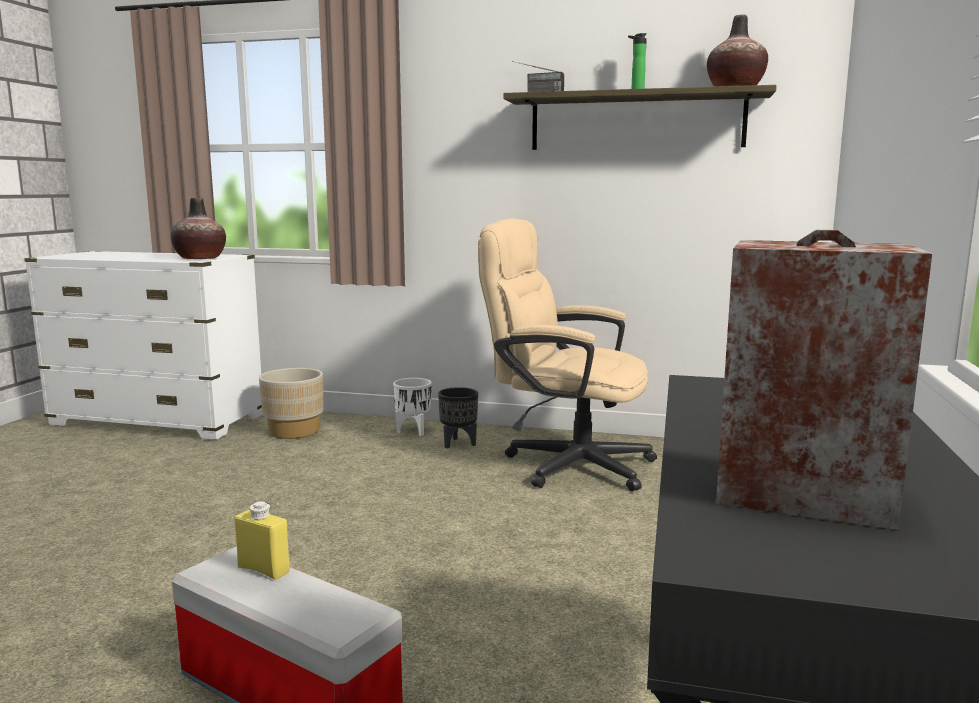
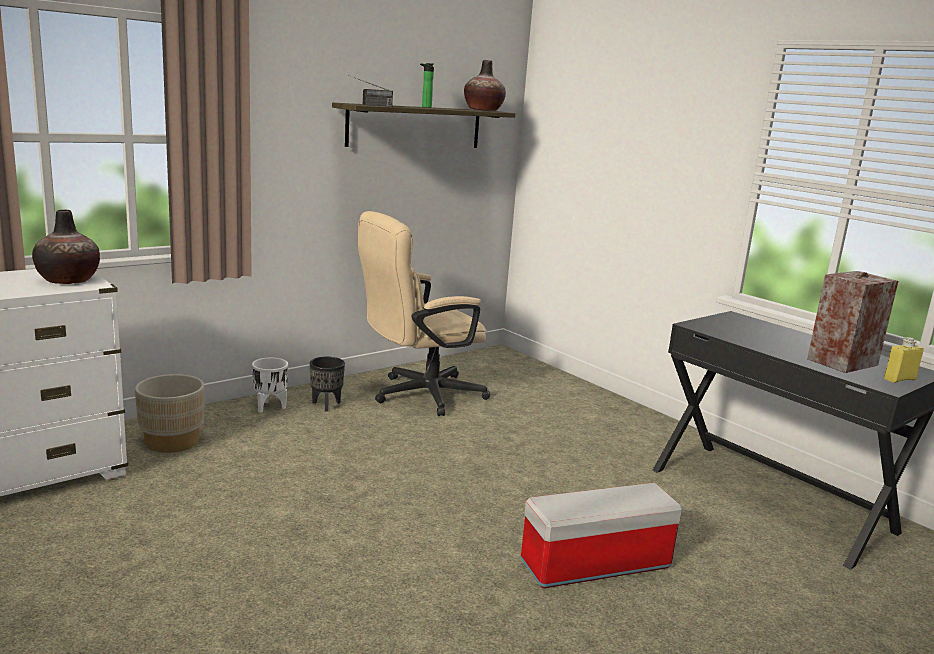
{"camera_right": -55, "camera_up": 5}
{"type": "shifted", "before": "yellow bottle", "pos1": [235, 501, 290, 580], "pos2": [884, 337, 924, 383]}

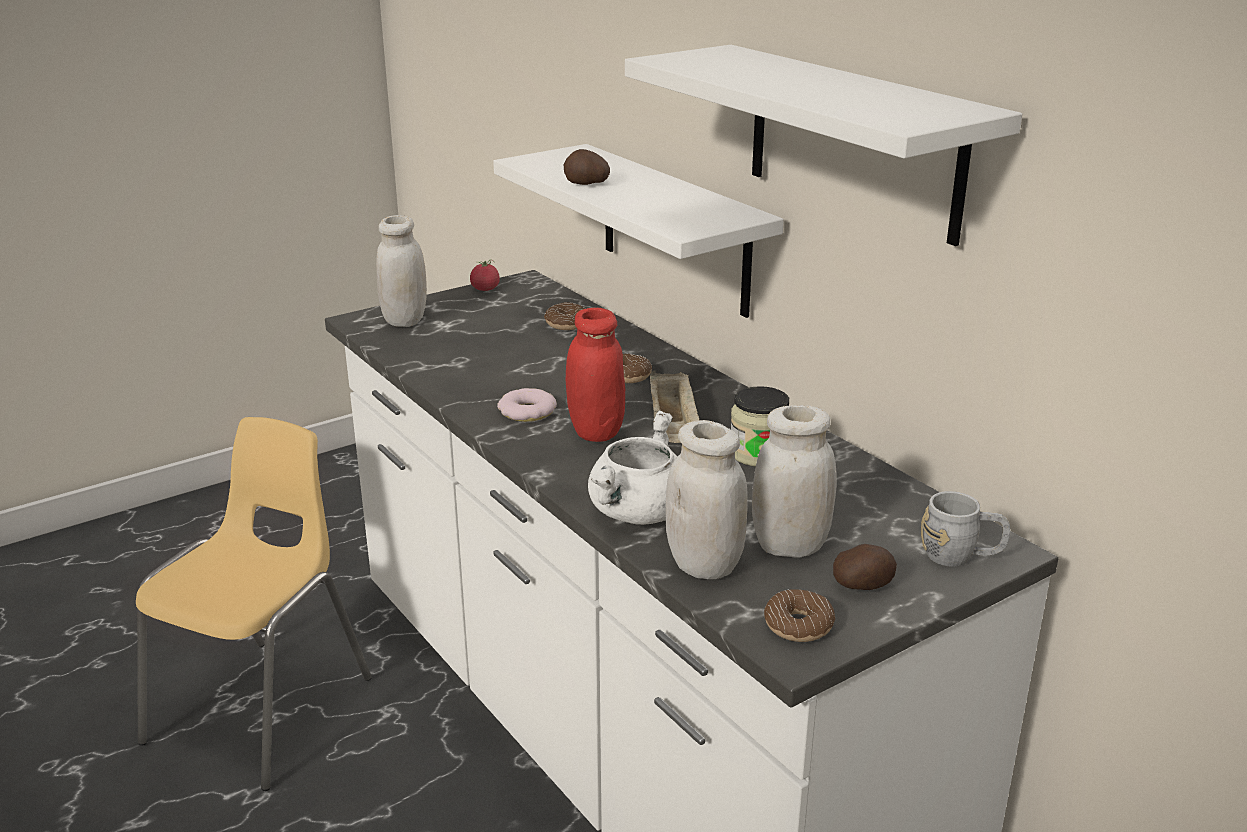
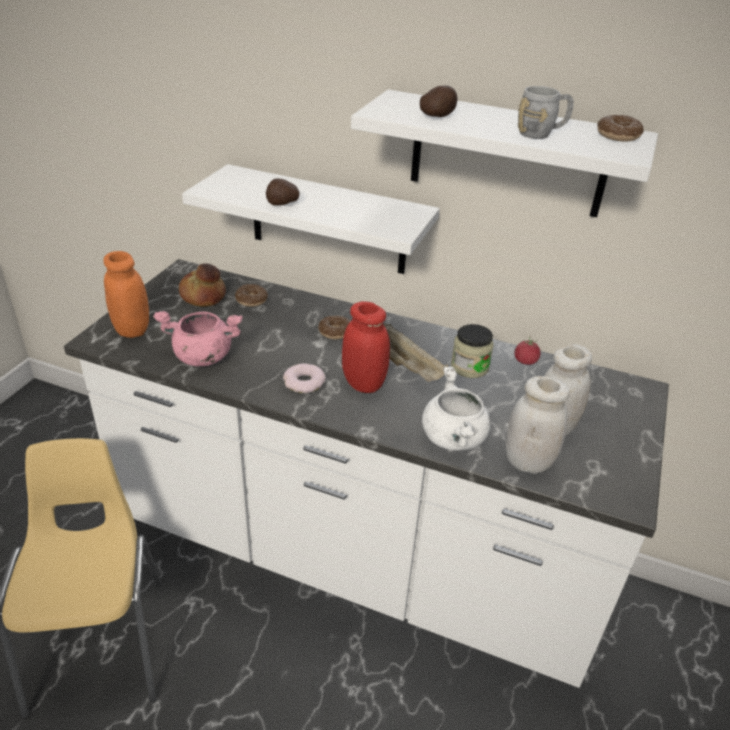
{"camera_right": -35, "camera_up": 10}
{"type": "repainted", "before": "white jar", "after": "orange jar", "pos1": [376, 215, 427, 327], "pos2": [104, 251, 149, 338]}
{"type": "new", "after": "pink cooking pot", "pos2": [153, 311, 243, 366]}
{"type": "new", "after": "bread", "pos2": [179, 264, 226, 307]}
{"type": "shifted", "before": "potato", "pos1": [833, 544, 897, 590], "pos2": [420, 85, 458, 117]}
{"type": "shifted", "before": "tomato", "pos1": [470, 259, 500, 291], "pos2": [515, 337, 541, 365]}
{"type": "shifted", "before": "grey mug", "pos1": [921, 491, 1011, 567], "pos2": [518, 86, 574, 139]}
{"type": "shifted", "before": "donut", "pos1": [764, 589, 835, 642], "pos2": [597, 115, 644, 142]}

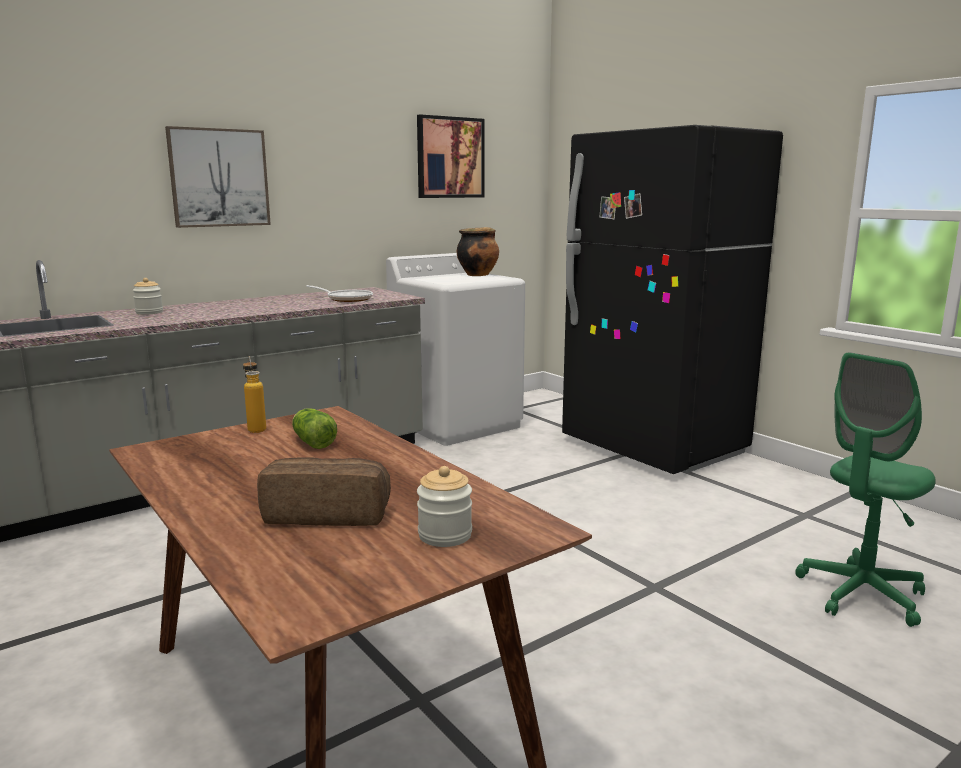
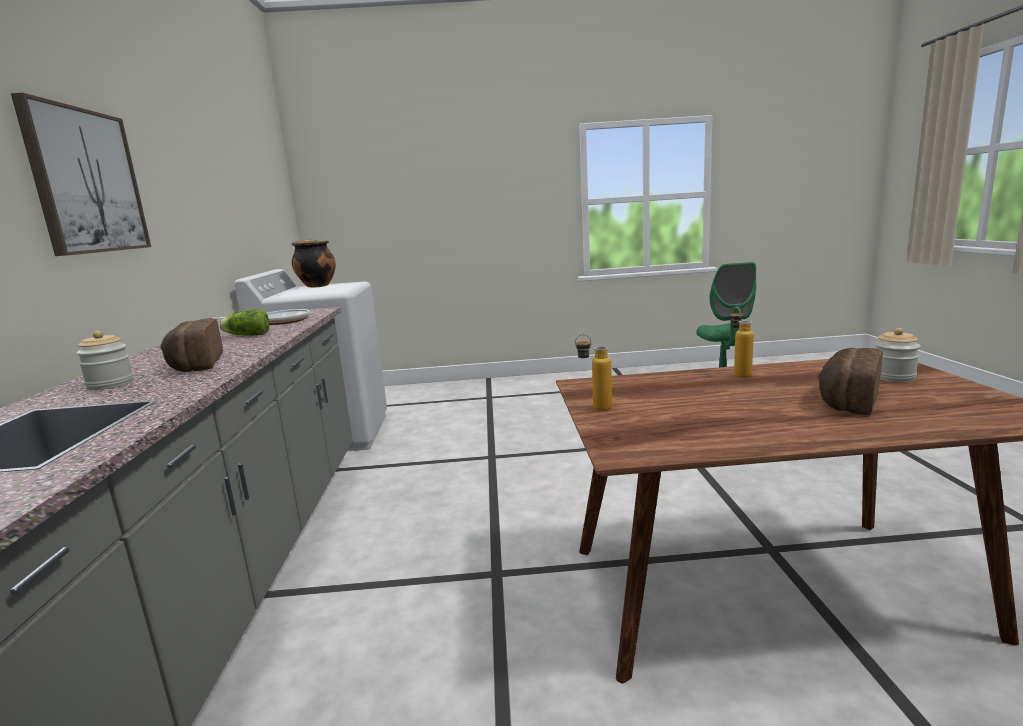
{"camera_right": -55, "camera_up": 0}
{"type": "new", "after": "bread", "pos2": [160, 318, 223, 372]}
{"type": "shifted", "before": "lettuce", "pos1": [292, 409, 337, 449], "pos2": [219, 309, 269, 336]}
{"type": "new", "after": "bottle", "pos2": [730, 307, 754, 378]}
{"type": "gone", "before": "picture", "pos1": [417, 114, 485, 198]}
{"type": "gone", "before": "black fridge", "pos1": [562, 125, 783, 474]}

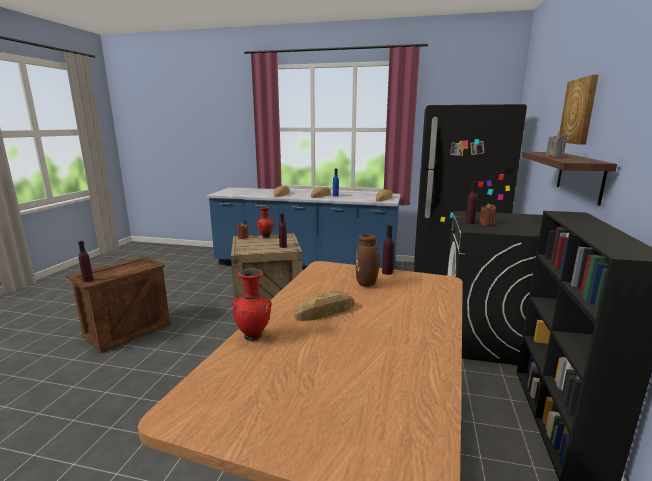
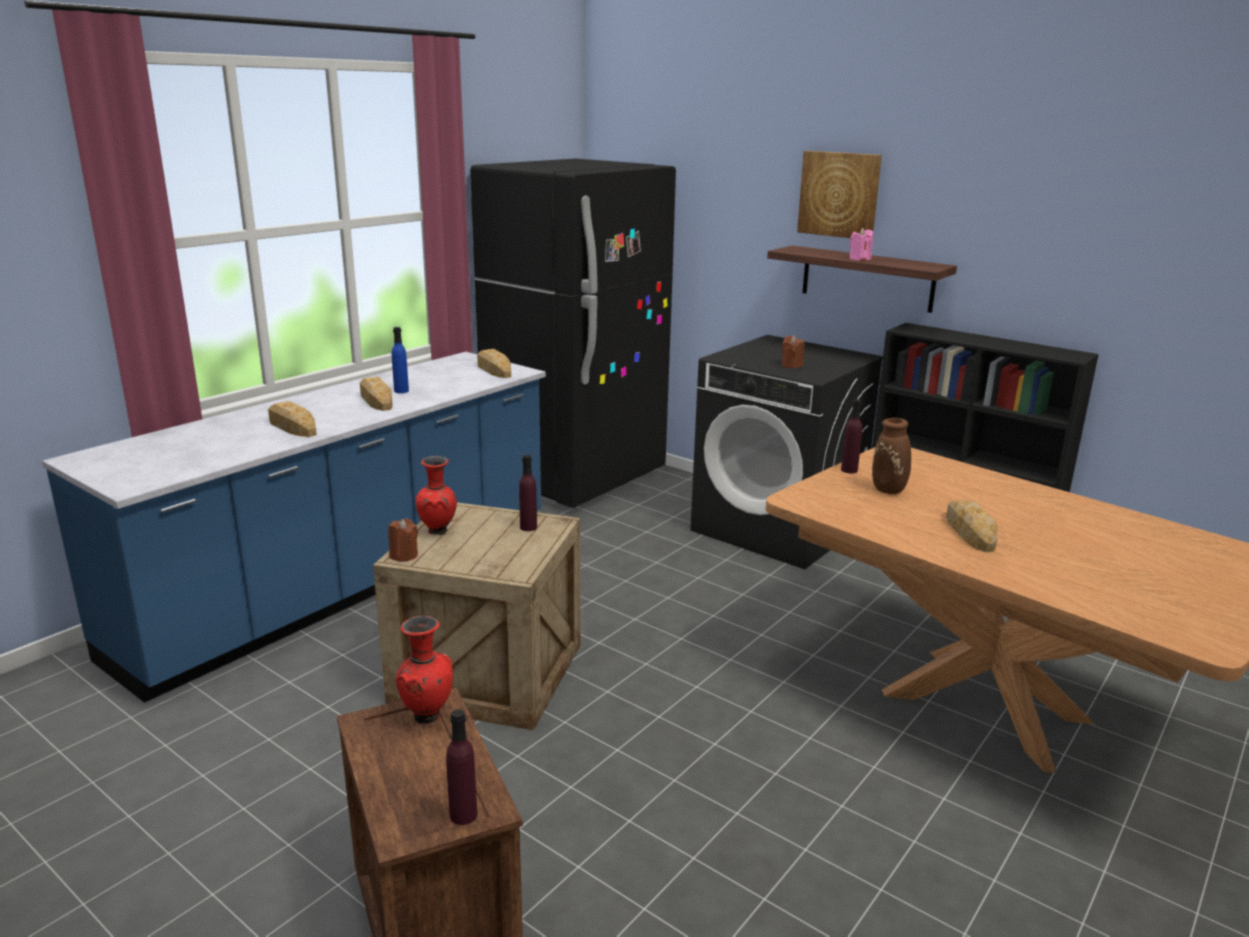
{"camera_right": -65, "camera_up": 5}
{"type": "shifted", "before": "red vase", "pos1": [232, 268, 271, 342], "pos2": [396, 616, 453, 724]}
{"type": "repainted", "before": "grey candle", "after": "pink candle", "pos1": [546, 132, 567, 157], "pos2": [850, 228, 873, 260]}
{"type": "gone", "before": "purple bottle", "pos1": [465, 181, 478, 224]}

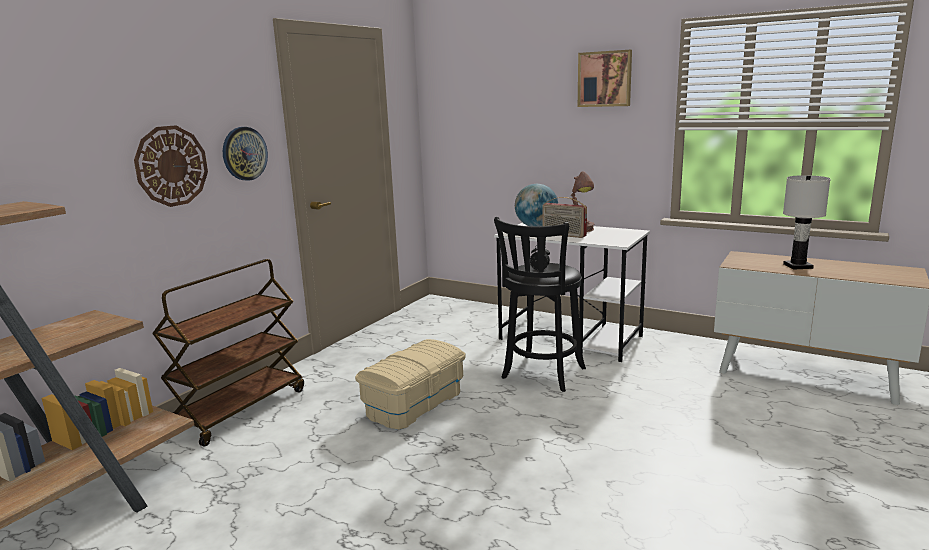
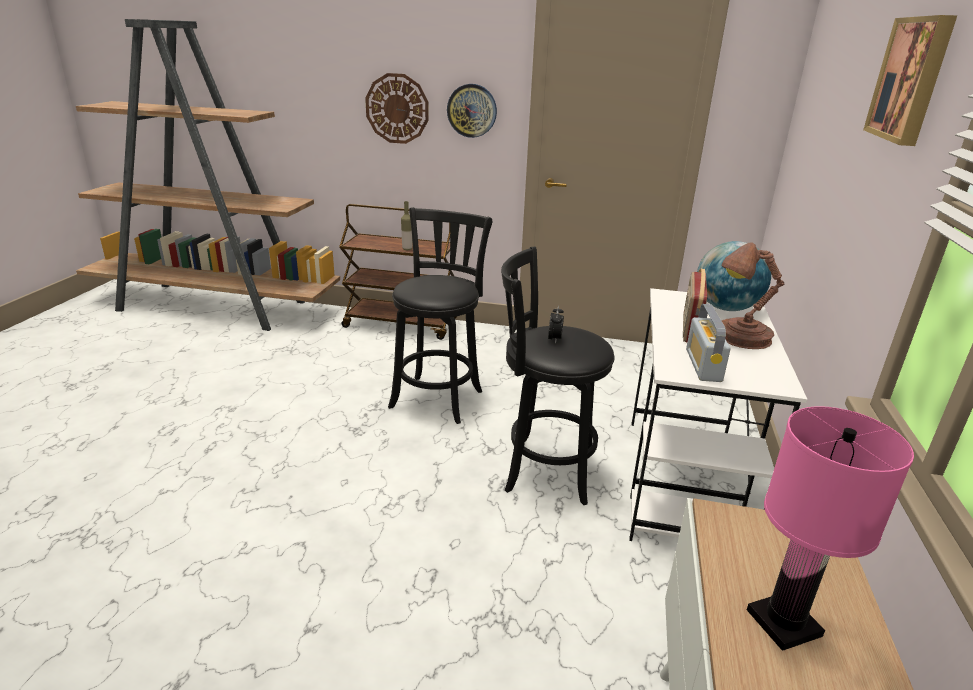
{"camera_right": 70, "camera_up": 10}
{"type": "swapped", "before": "beige storage box", "after": "black stool", "pos1": [355, 339, 466, 430], "pos2": [388, 207, 492, 424]}
{"type": "new", "after": "bottle", "pos2": [401, 201, 412, 250]}
{"type": "new", "after": "radio", "pos2": [686, 304, 730, 382]}
{"type": "repainted", "before": "white table lamp", "after": "pink table lamp", "pos1": [783, 175, 831, 270], "pos2": [747, 406, 914, 651]}

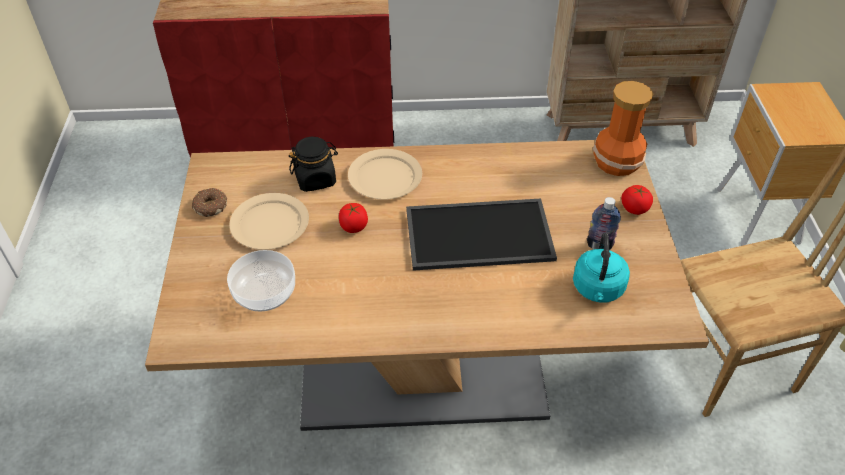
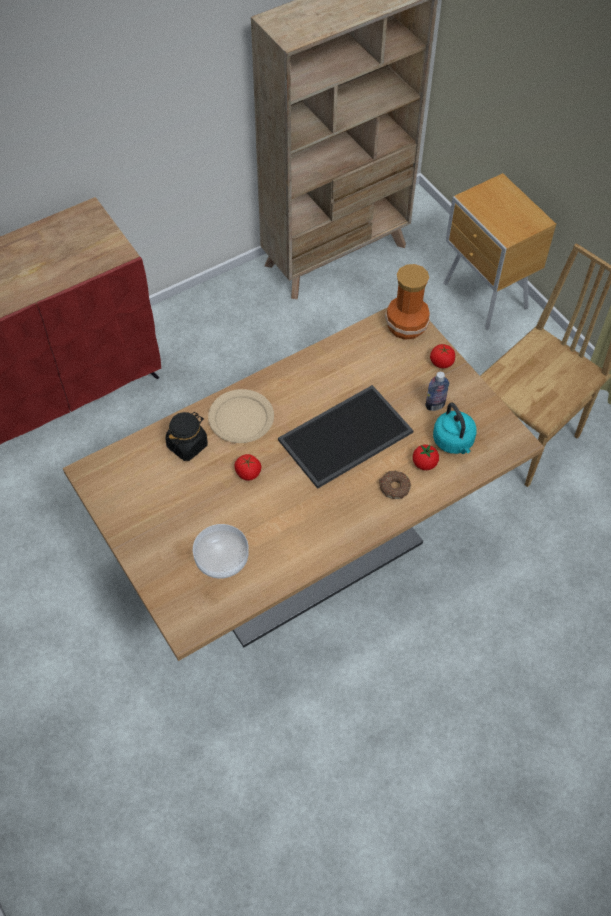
{"camera_right": -30, "camera_up": 10}
{"type": "shifted", "before": "donut", "pos1": [192, 188, 227, 217], "pos2": [379, 470, 411, 499]}
{"type": "new", "after": "tomato", "pos2": [413, 445, 439, 470]}
{"type": "gone", "before": "beige plate", "pos1": [229, 193, 309, 250]}

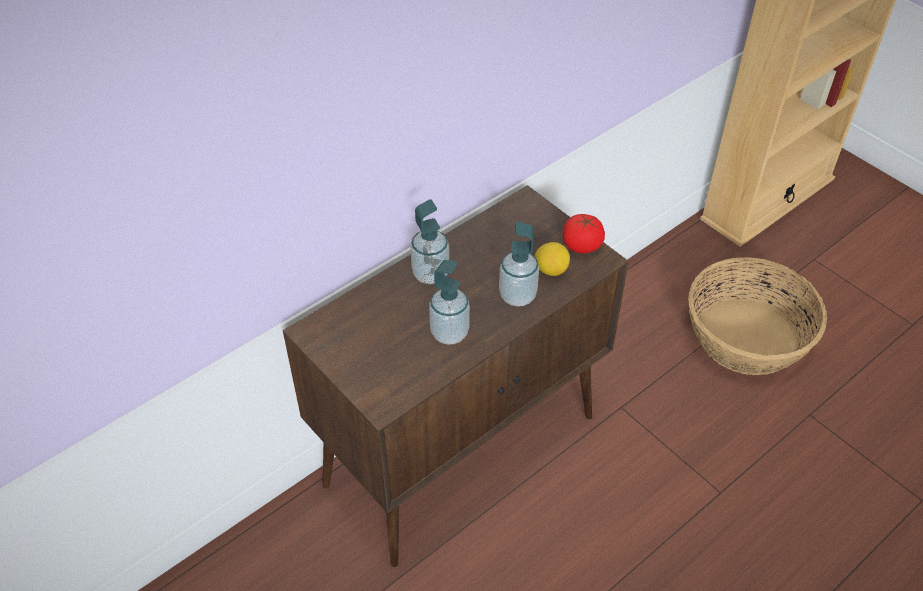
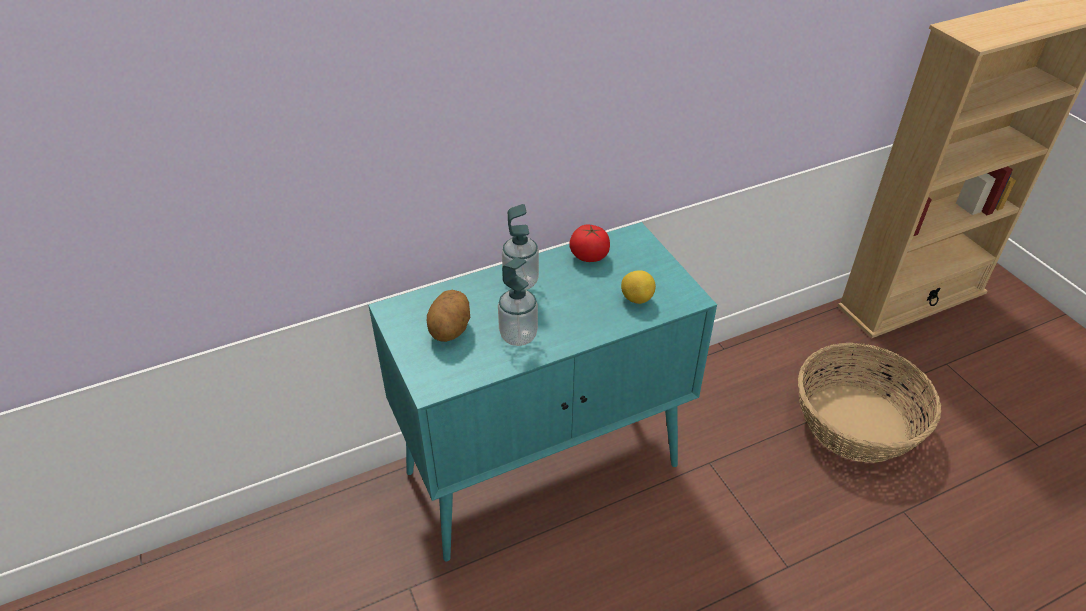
{"camera_right": 15, "camera_up": -5}
{"type": "repainted", "before": "brown cabinet", "after": "turquoise cabinet", "pos1": [283, 185, 629, 567], "pos2": [368, 222, 717, 561]}
{"type": "new", "after": "potato", "pos2": [427, 290, 470, 342]}
{"type": "shifted", "before": "tomato", "pos1": [563, 214, 605, 254], "pos2": [569, 224, 610, 262]}
{"type": "gone", "before": "soap dispenser", "pos1": [499, 222, 539, 307]}

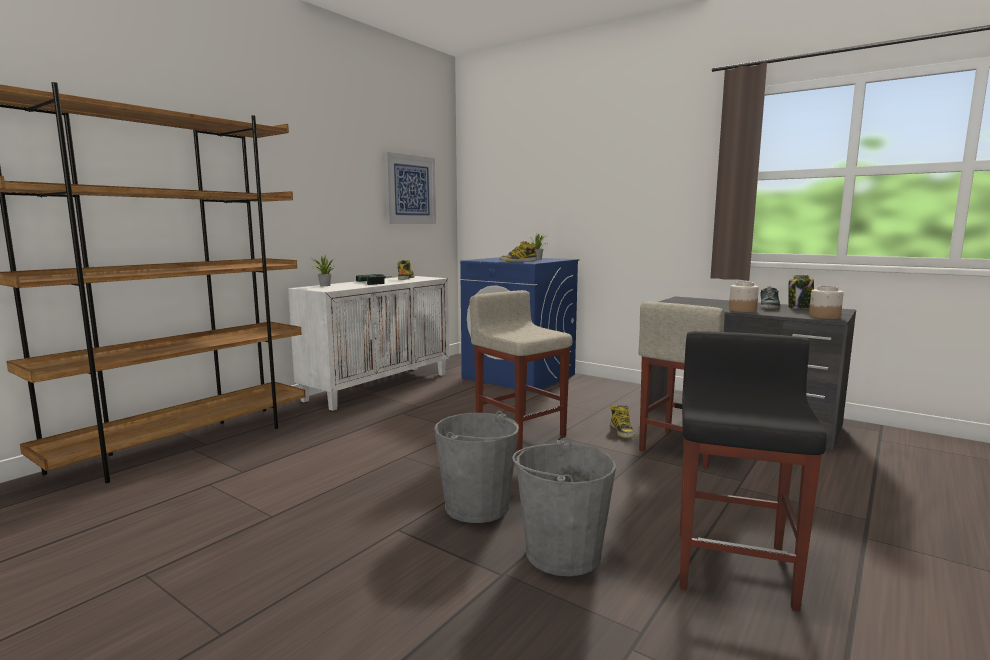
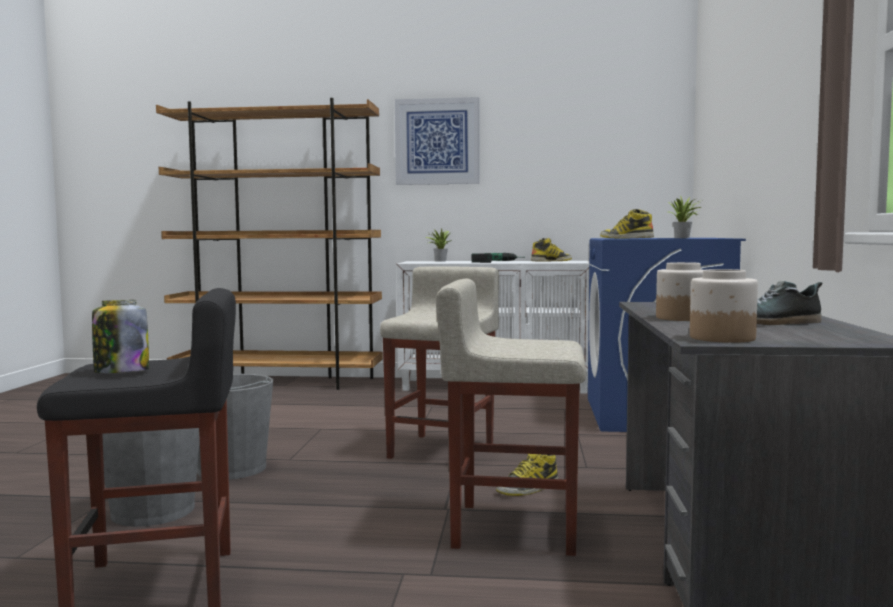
{"camera_right": 60, "camera_up": -5}
{"type": "shifted", "before": "jar", "pos1": [788, 275, 814, 309], "pos2": [92, 300, 149, 373]}
{"type": "shifted", "before": "picture", "pos1": [385, 152, 436, 224], "pos2": [395, 97, 479, 185]}

